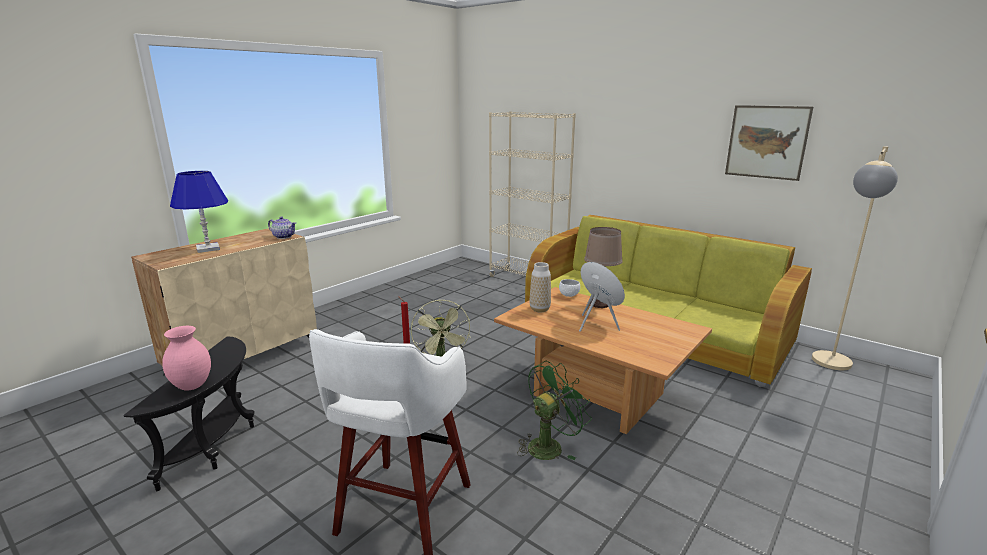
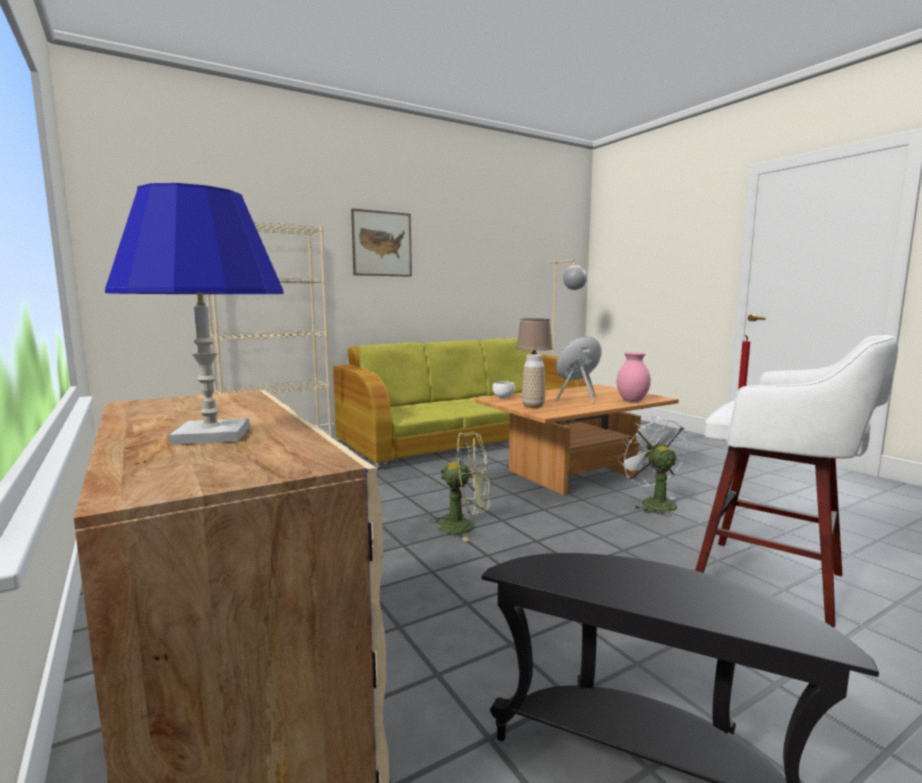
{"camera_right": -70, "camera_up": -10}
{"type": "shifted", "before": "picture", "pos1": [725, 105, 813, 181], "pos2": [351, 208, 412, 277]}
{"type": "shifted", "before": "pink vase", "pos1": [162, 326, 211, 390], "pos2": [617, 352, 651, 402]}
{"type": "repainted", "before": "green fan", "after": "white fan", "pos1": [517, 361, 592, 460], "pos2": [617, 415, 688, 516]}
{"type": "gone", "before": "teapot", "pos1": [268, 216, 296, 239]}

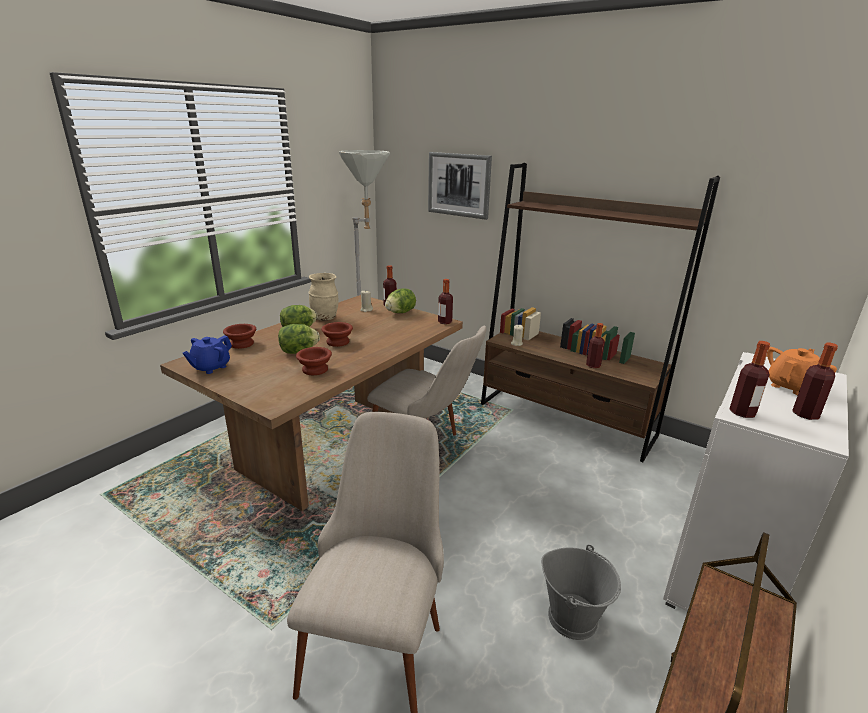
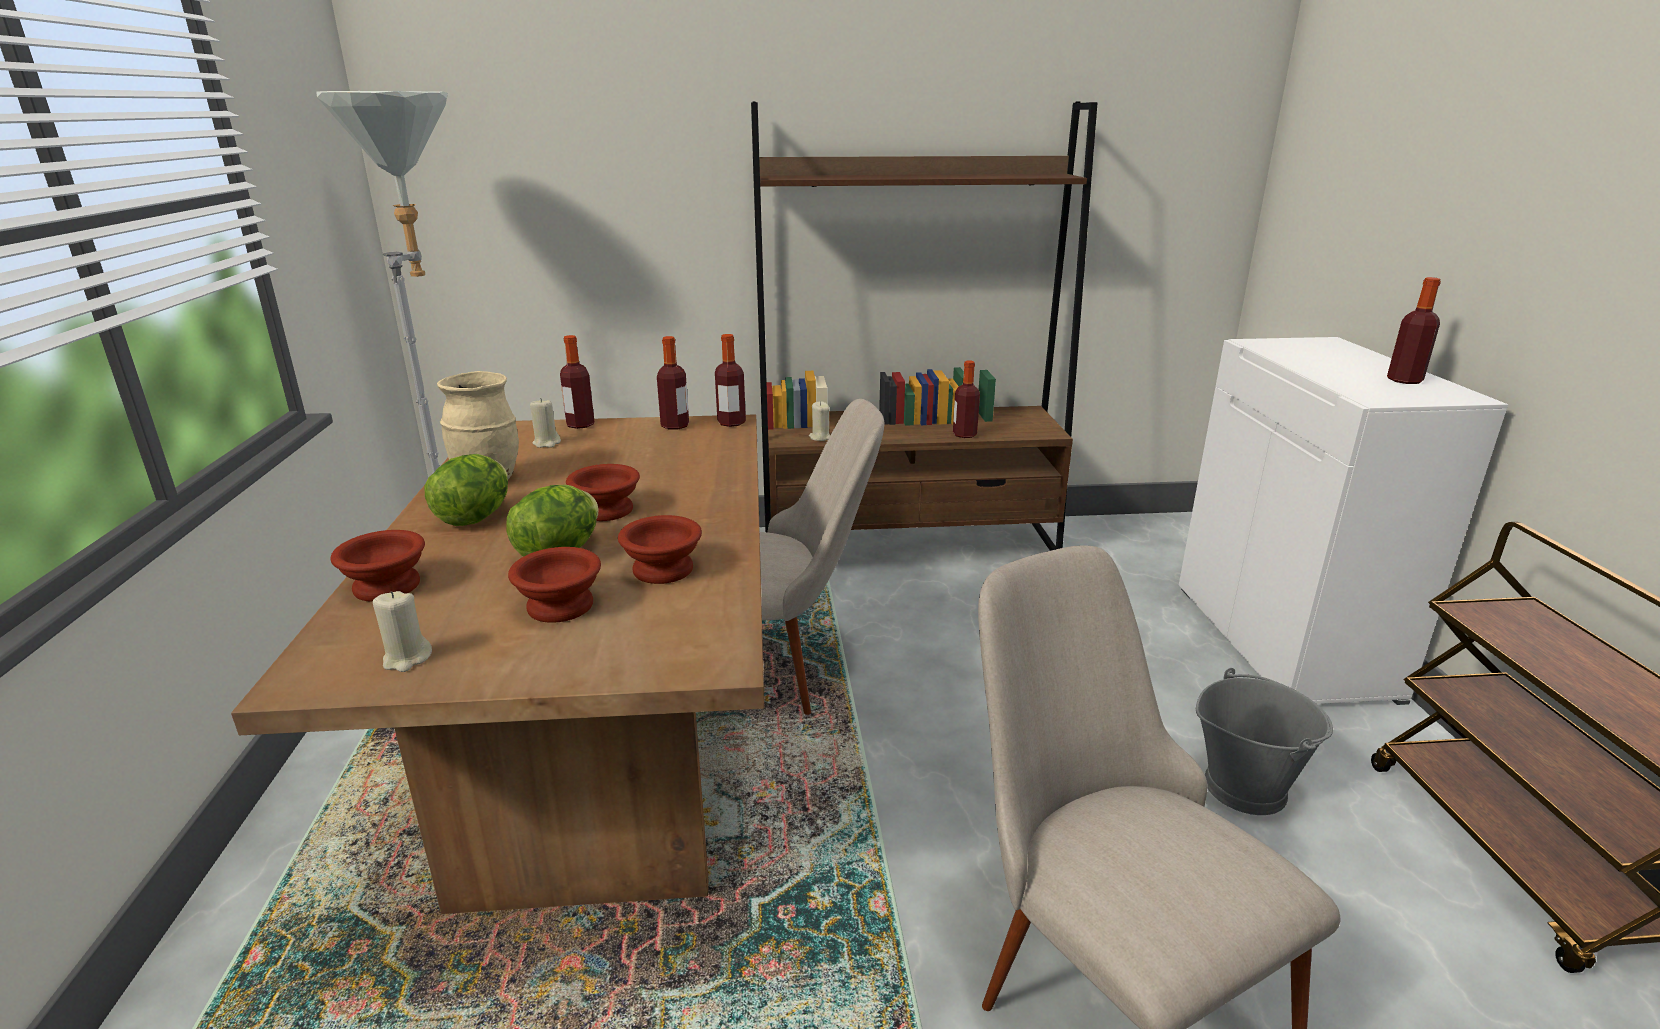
{"camera_right": -40, "camera_up": 0}
{"type": "swapped", "before": "blue teapot", "after": "beige candle", "pos1": [183, 335, 232, 374], "pos2": [373, 591, 432, 672]}
{"type": "new", "after": "brown bowl", "pos2": [508, 547, 601, 623]}
{"type": "shifted", "before": "bottle", "pos1": [730, 341, 770, 418], "pos2": [657, 336, 689, 430]}
{"type": "gone", "before": "lettuce", "pos1": [385, 289, 416, 313]}
{"type": "gone", "before": "picture", "pos1": [428, 152, 492, 220]}
{"type": "gone", "before": "orange teapot", "pos1": [767, 347, 837, 395]}

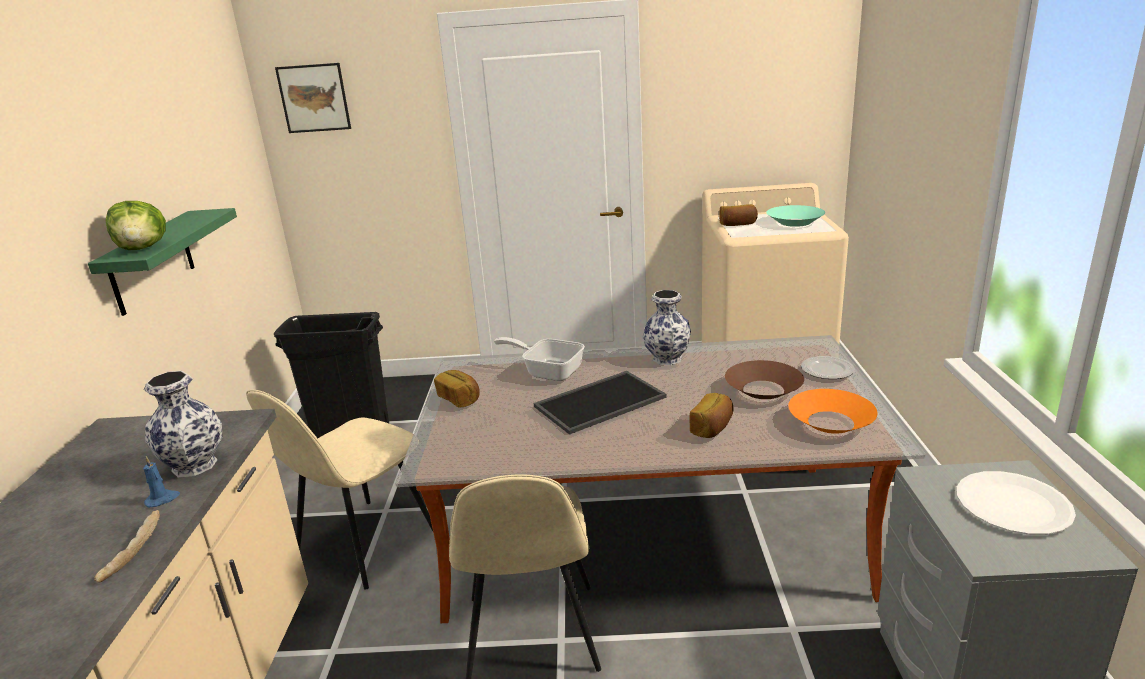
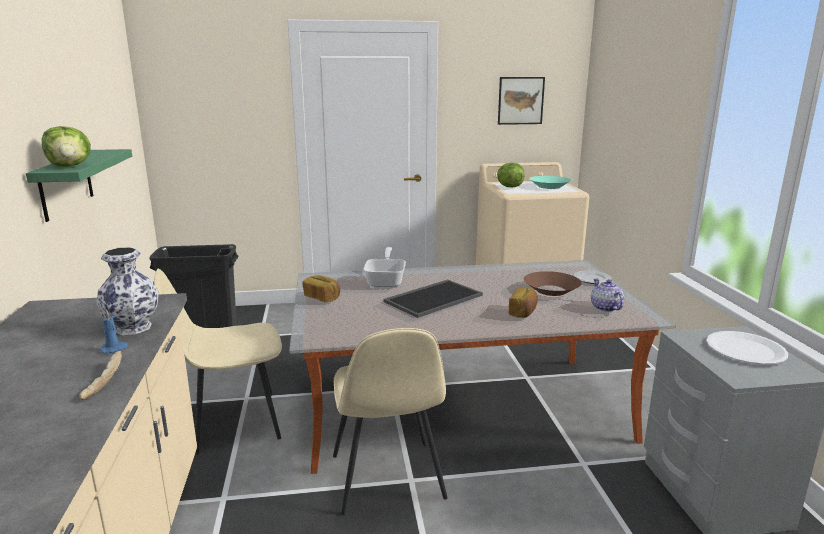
{"camera_right": -10, "camera_up": -5}
{"type": "rotated", "before": "beige chair", "pos1": [246, 390, 433, 590], "pos2": [154, 269, 282, 455], "turn": 45}
{"type": "rotated", "before": "frying pan", "pos1": [494, 337, 585, 381], "pos2": [364, 247, 406, 287], "turn": 75}
{"type": "swapped", "before": "bread", "after": "lettuce", "pos1": [719, 204, 758, 226], "pos2": [497, 163, 524, 188]}
{"type": "shifted", "before": "picture", "pos1": [275, 63, 351, 133], "pos2": [498, 77, 545, 125]}
{"type": "swapped", "before": "orange bowl", "after": "teapot", "pos1": [788, 389, 878, 434], "pos2": [591, 278, 624, 312]}
{"type": "gone", "before": "vase", "pos1": [643, 290, 691, 365]}

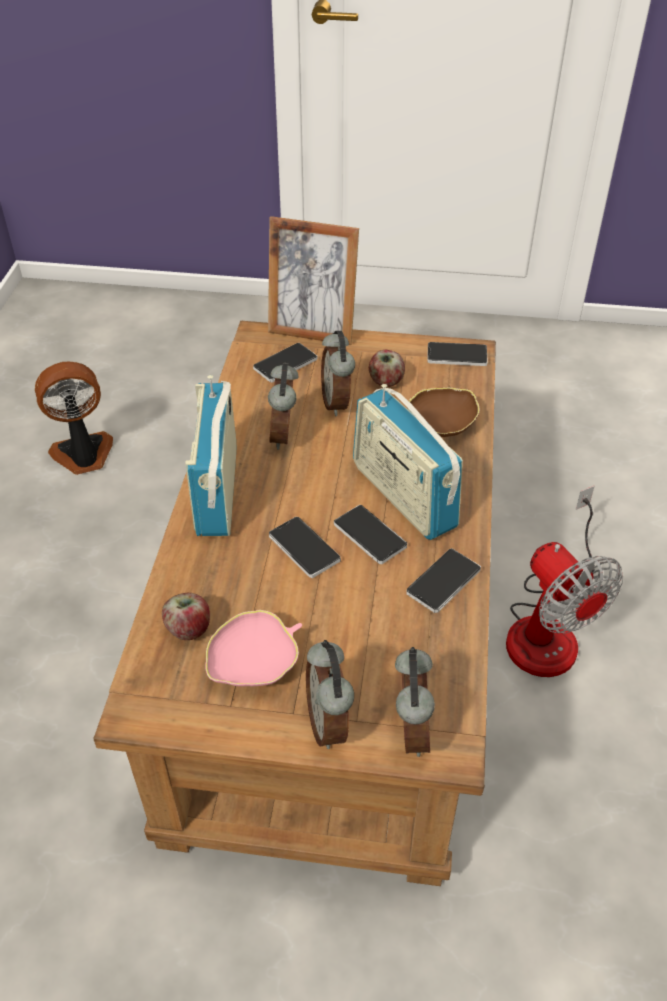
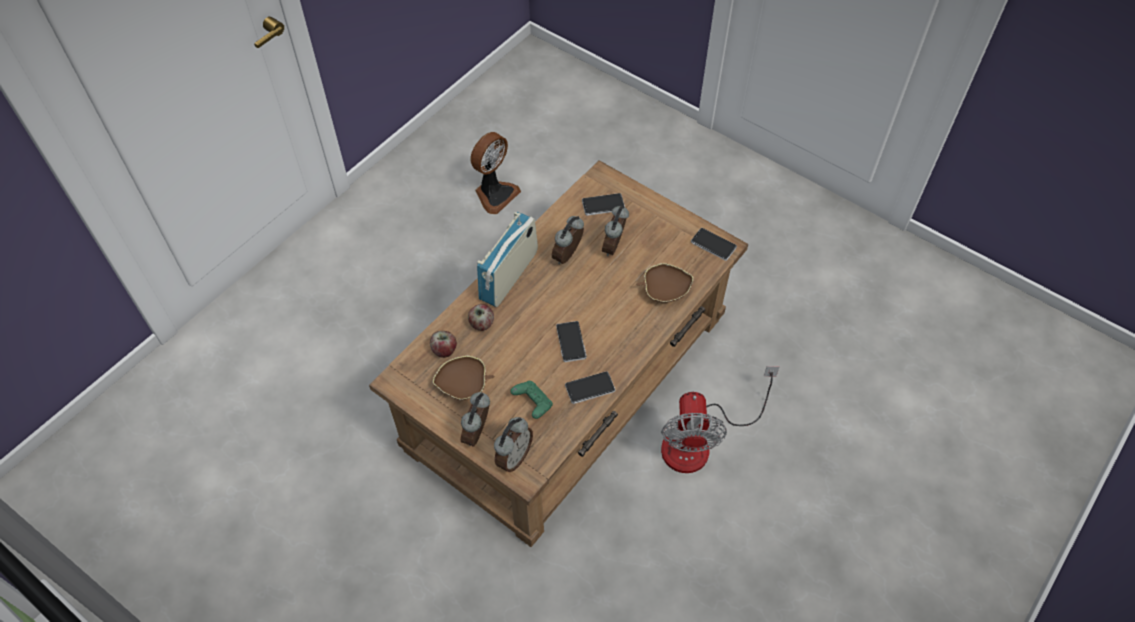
{"camera_right": 30, "camera_up": 10}
{"type": "repainted", "before": "pink bowl", "after": "brown bowl", "pos1": [206, 610, 302, 686], "pos2": [433, 356, 494, 400]}
{"type": "shifted", "before": "apple", "pos1": [369, 350, 405, 387], "pos2": [468, 304, 494, 331]}
{"type": "rotated", "before": "fan", "pos1": [35, 362, 113, 475], "pos2": [470, 132, 521, 214], "turn": 120}
{"type": "new", "after": "green game controller", "pos2": [510, 381, 553, 419]}
{"type": "gone", "before": "picture frame", "pos1": [268, 216, 359, 345]}
{"type": "gone", "before": "phone", "pos1": [269, 517, 341, 578]}
{"type": "gone", "before": "radio", "pos1": [353, 384, 463, 540]}

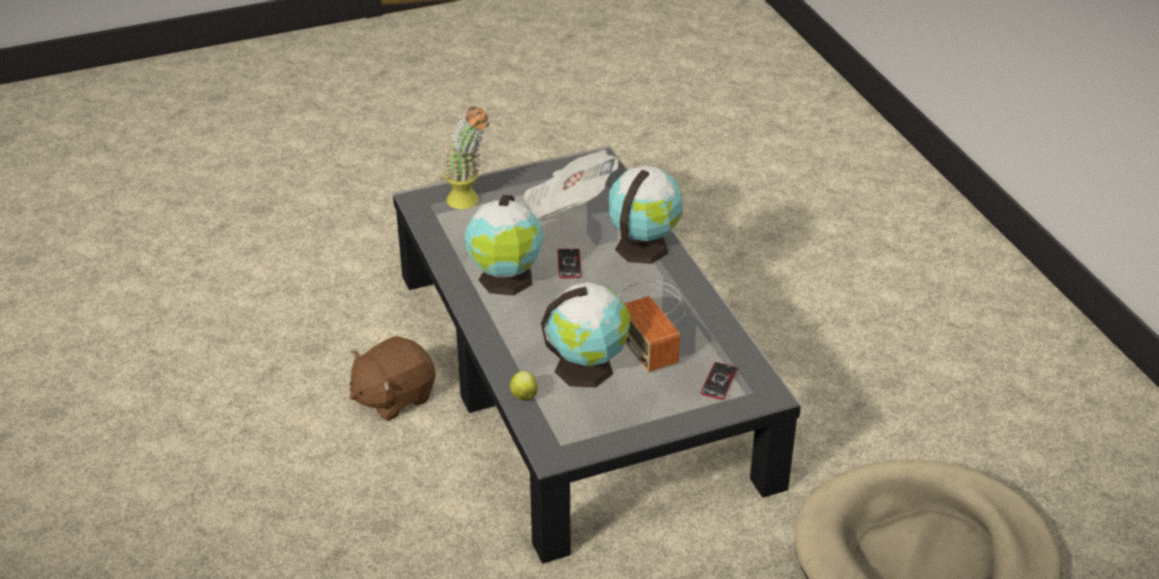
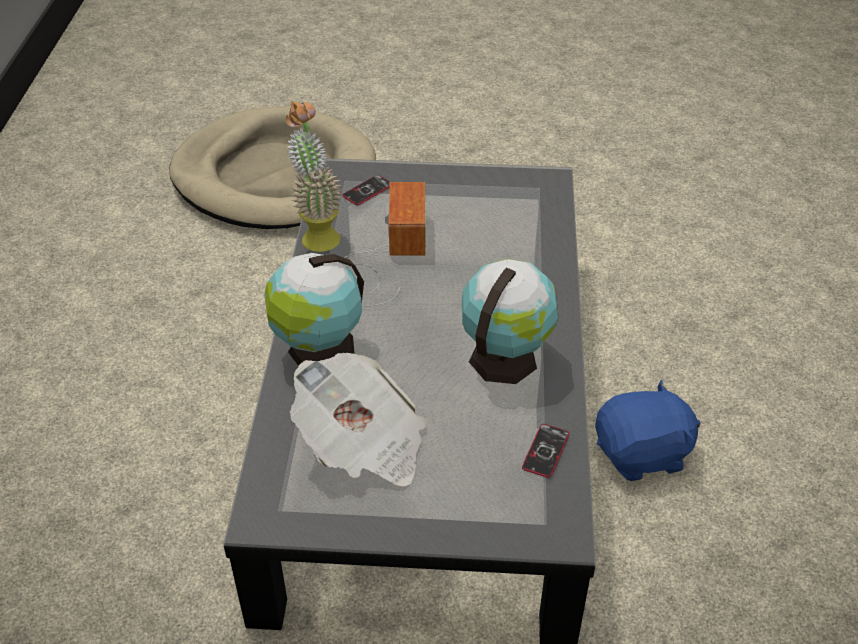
{"camera_right": -155, "camera_up": 5}
{"type": "shifted", "before": "potted plant", "pos1": [439, 107, 489, 209], "pos2": [286, 101, 342, 252]}
{"type": "shifted", "before": "phone", "pos1": [558, 249, 582, 278], "pos2": [522, 424, 569, 478]}
{"type": "repainted", "before": "brown plush toy", "after": "blue plush toy", "pos1": [350, 336, 436, 421], "pos2": [595, 380, 700, 481]}
{"type": "gone", "before": "apple", "pos1": [510, 371, 538, 401]}
{"type": "gone", "before": "globe", "pos1": [541, 282, 630, 387]}

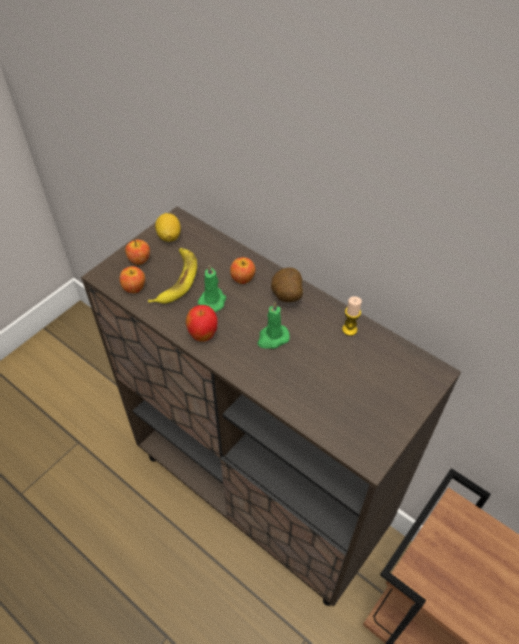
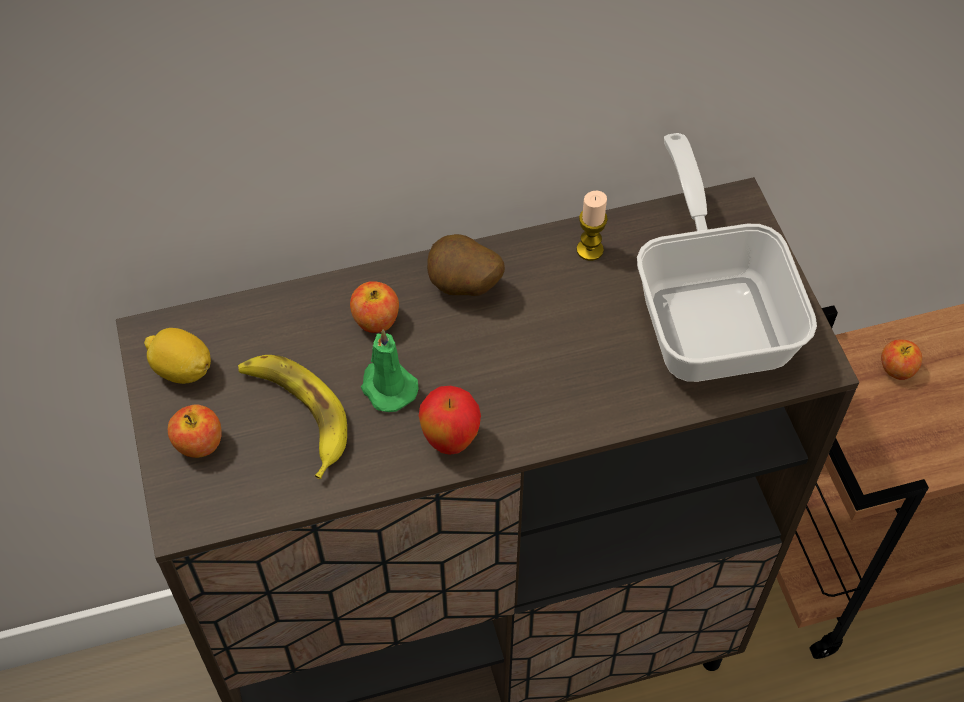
{"camera_right": -55, "camera_up": 5}
{"type": "new", "after": "frying pan", "pos2": [637, 133, 817, 382]}
{"type": "shifted", "before": "apple", "pos1": [120, 266, 145, 293], "pos2": [881, 339, 922, 380]}
{"type": "gone", "before": "green candle", "pos1": [257, 302, 290, 349]}

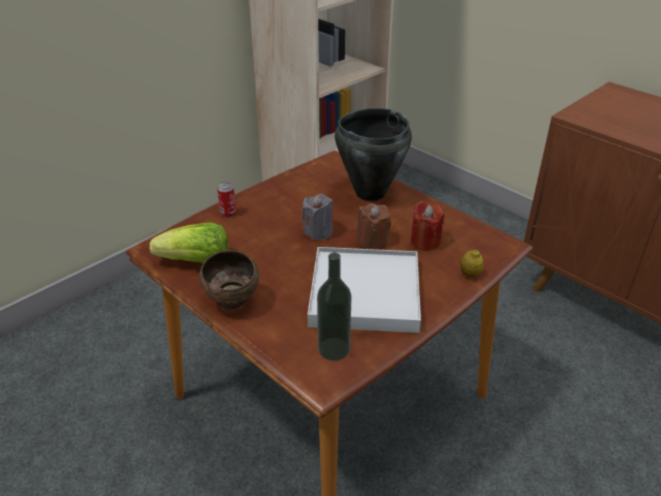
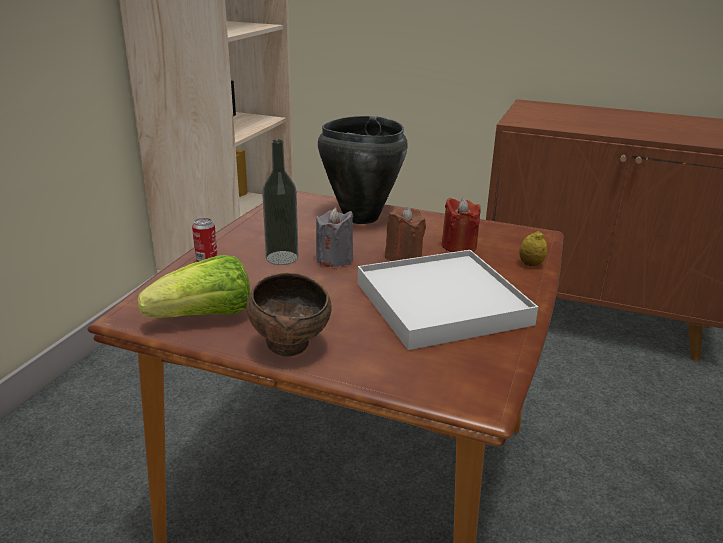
{"camera_right": -25, "camera_up": -10}
{"type": "shifted", "before": "bottle", "pos1": [317, 252, 351, 361], "pos2": [262, 140, 299, 265]}

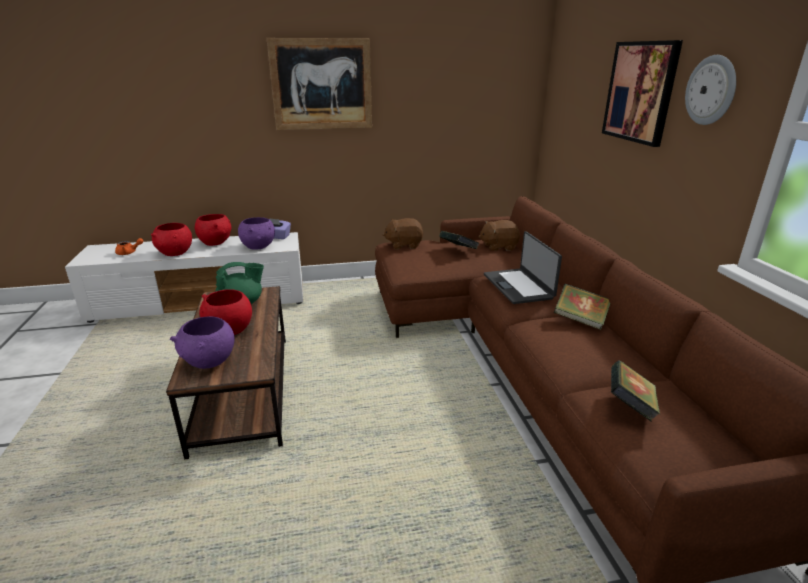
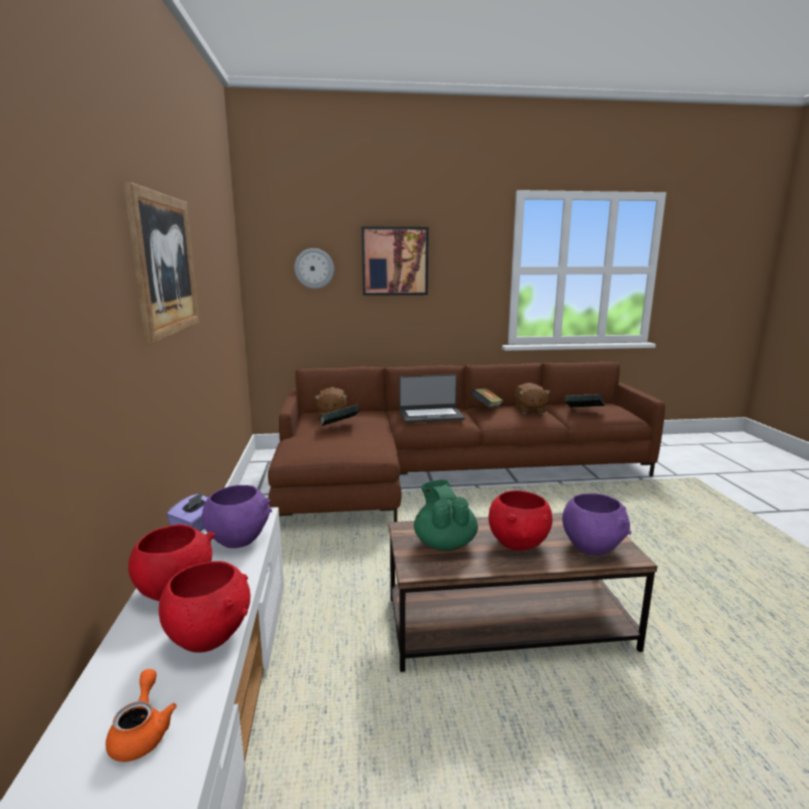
{"camera_right": -85, "camera_up": -10}
{"type": "shifted", "before": "wall clock", "pos1": [685, 55, 736, 125], "pos2": [294, 248, 334, 289]}
{"type": "shifted", "before": "brown plush toy", "pos1": [383, 218, 424, 249], "pos2": [515, 383, 550, 414]}

